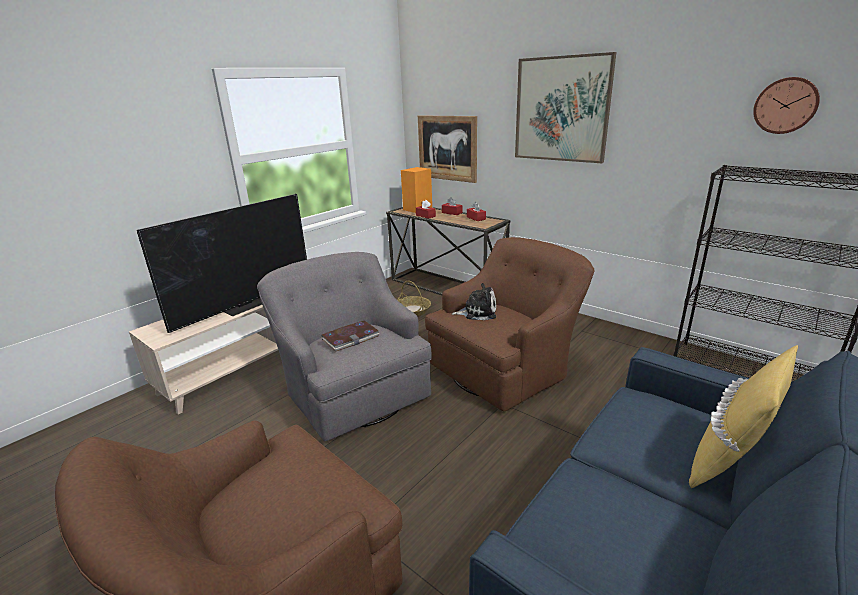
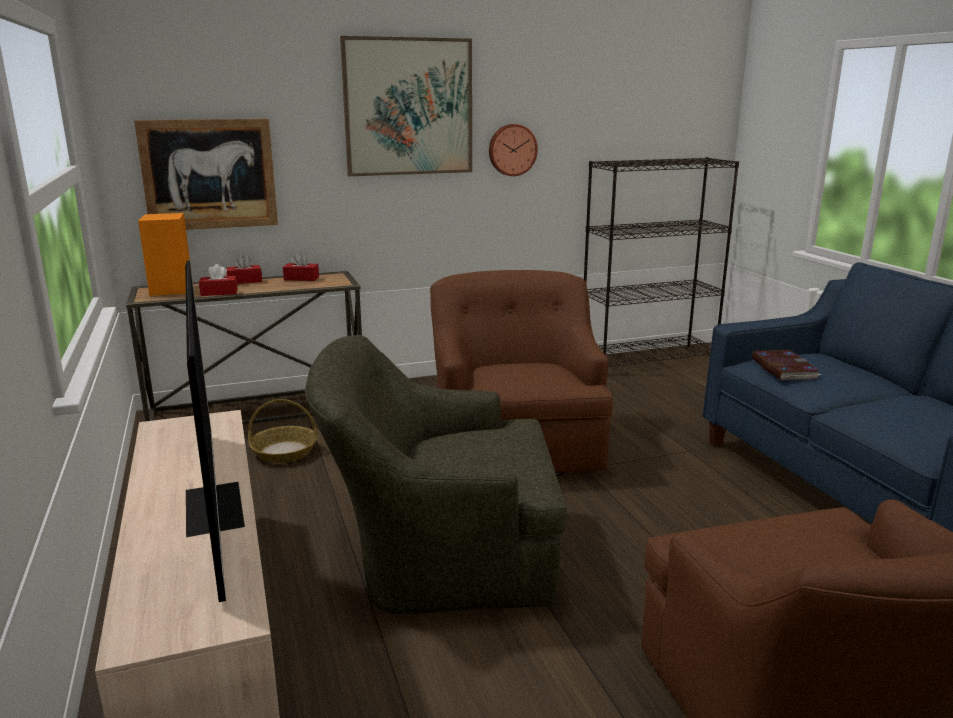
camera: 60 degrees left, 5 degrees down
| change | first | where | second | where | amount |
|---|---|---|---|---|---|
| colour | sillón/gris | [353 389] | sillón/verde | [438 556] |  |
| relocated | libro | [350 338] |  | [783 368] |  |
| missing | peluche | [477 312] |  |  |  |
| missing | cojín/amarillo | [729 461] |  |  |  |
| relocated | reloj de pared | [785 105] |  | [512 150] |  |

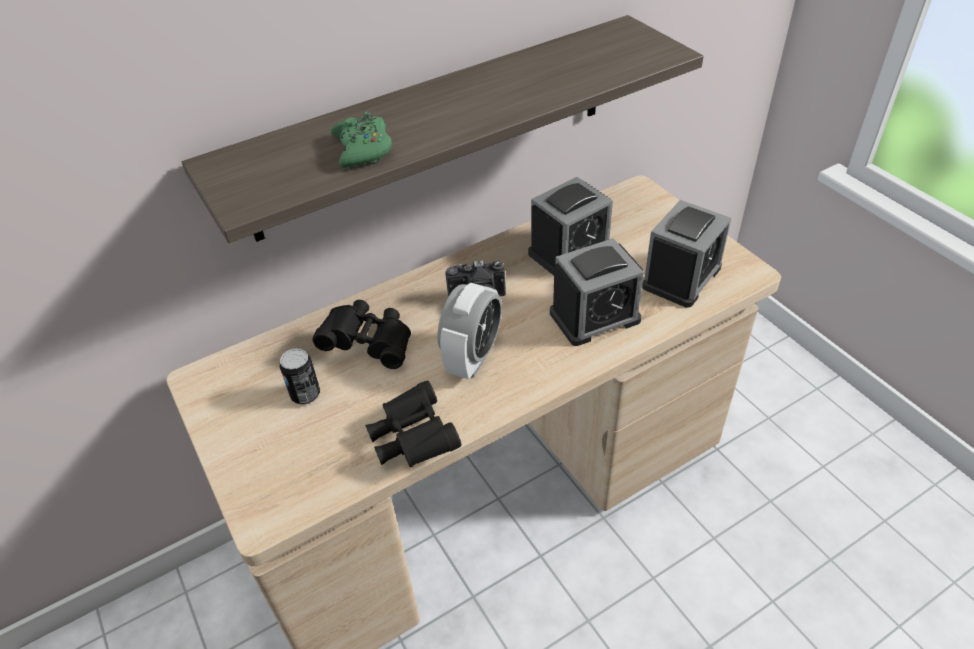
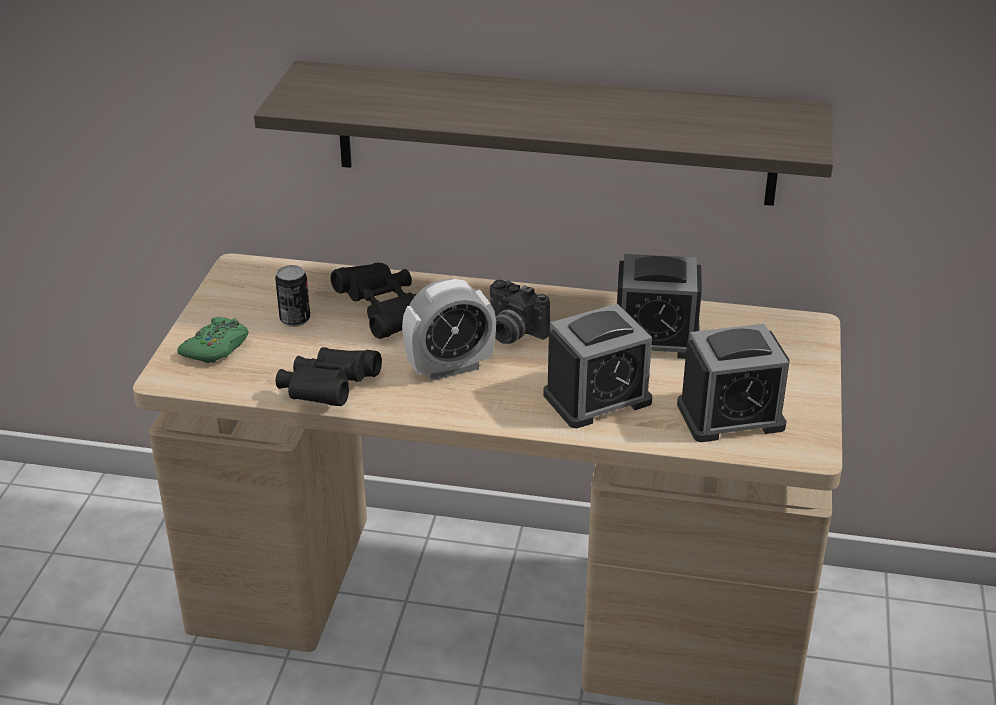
camera: 40 degrees right, 10 degrees down
| change | first | where | second | where | amount |
|---|---|---|---|---|---|
| relocated | mando de consola/verde | [363 149] |  | [216 348] |  |
| spun | despertador | [594 316] |  | [597 398] | 45 degrees counterclockwise |

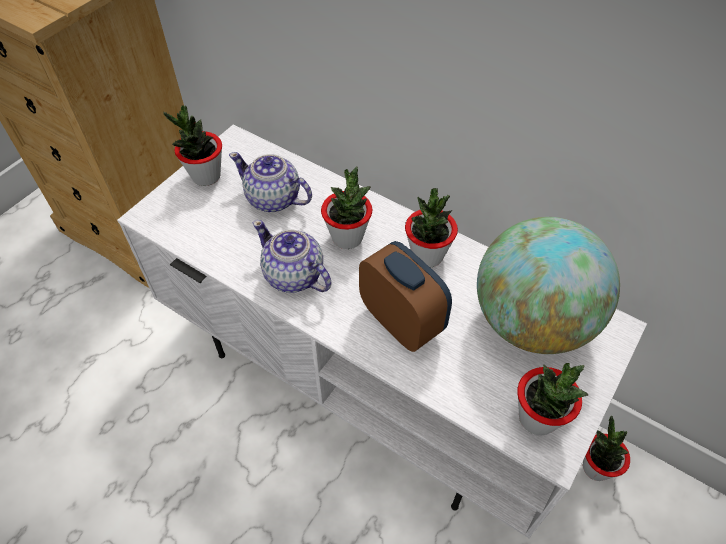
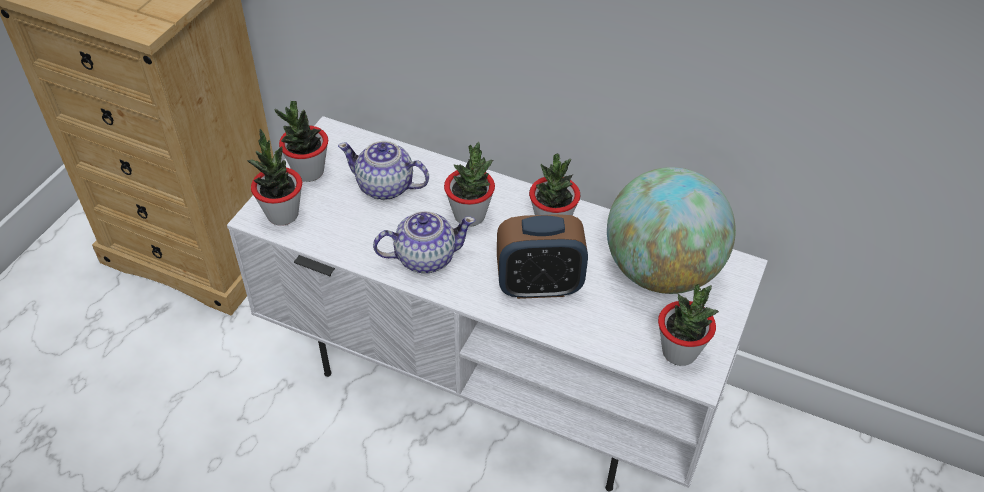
camera: 10 degrees left, 5 degrees down
| change | first | where | second | where | amount |
|---|---|---|---|---|---|
| spun | tetera | [294 276] |  | [424 257] | 135 degrees clockwise |
| spun | despertador | [401 321] |  | [539 285] | 135 degrees clockwise |
| relocated | planta en maceta | [595 467] |  | [282 214] |  |

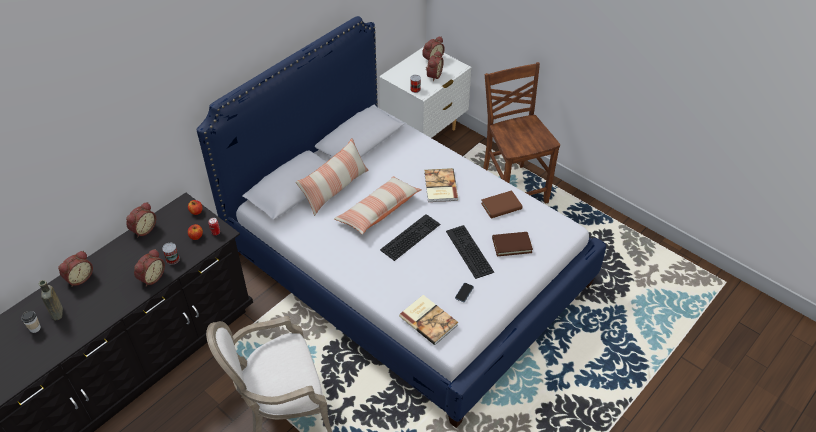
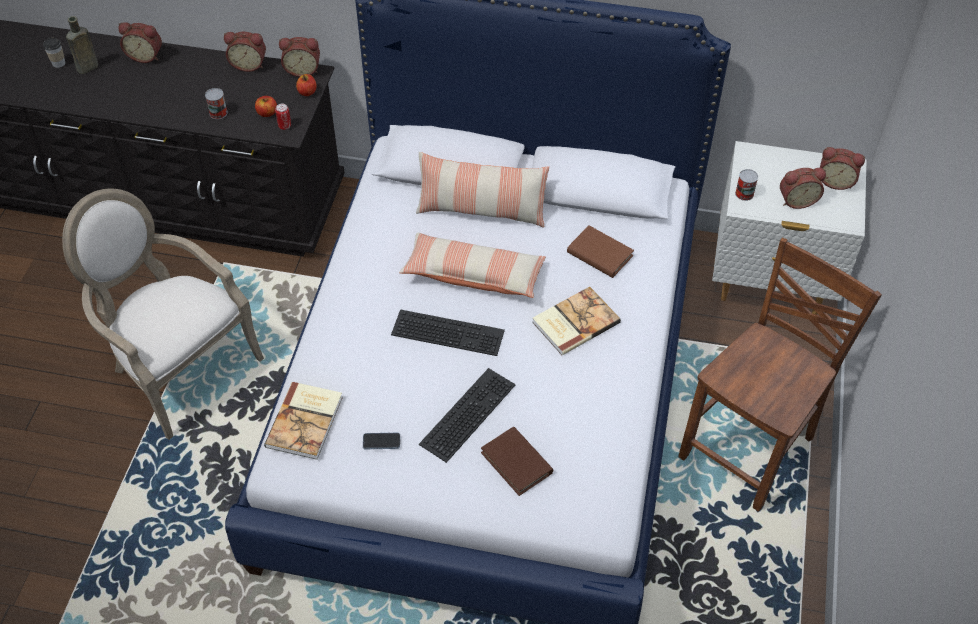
camera: 60 degrees right, 5 degrees up
| change | first | where | second | where | amount |
|---|---|---|---|---|---|
| relocated | despertador | [151 277] |  | [303 69] |  |
| relocated | libro/marrón | [501 206] |  | [599 254] |  |

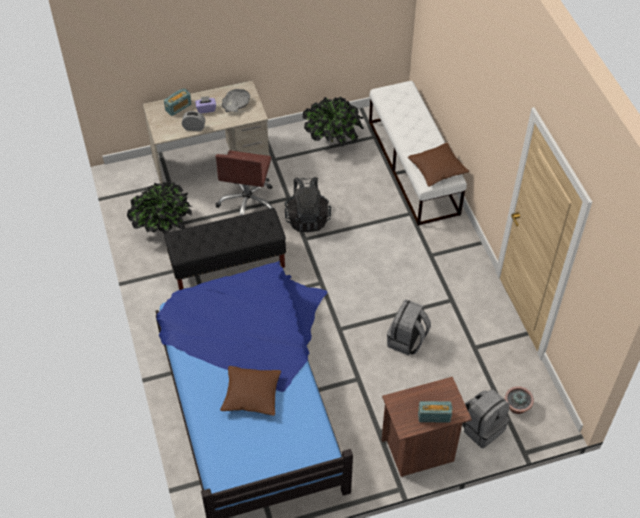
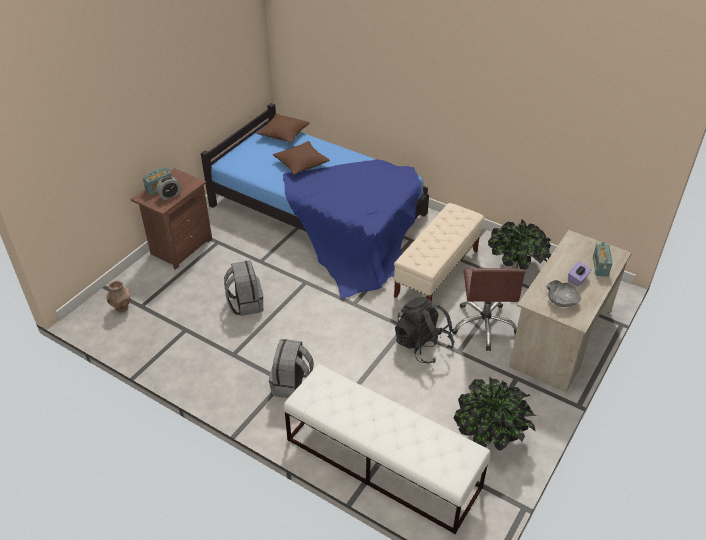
camera: 140 degrees right, 10 degrees down
| change | first | where | second | where | amount |
|---|---|---|---|---|---|
| colour | banco/negro | [227 265] | banco/beis | [437 273] |  |
| relocated | despertador | [194 128] |  | [169 195] |  |
| spun | silla de oficina/marrón | [248 203] |  | [484 325] | 150 degrees counterclockwise |
| relocated | cojín/marrón | [437 170] |  | [283 134] |  |
| relocated | mochila/gris | [482 427] |  | [292 385] |  |
| exchanged | planta en maceta | [516 407] | florero/marrón | [122 308] |  |

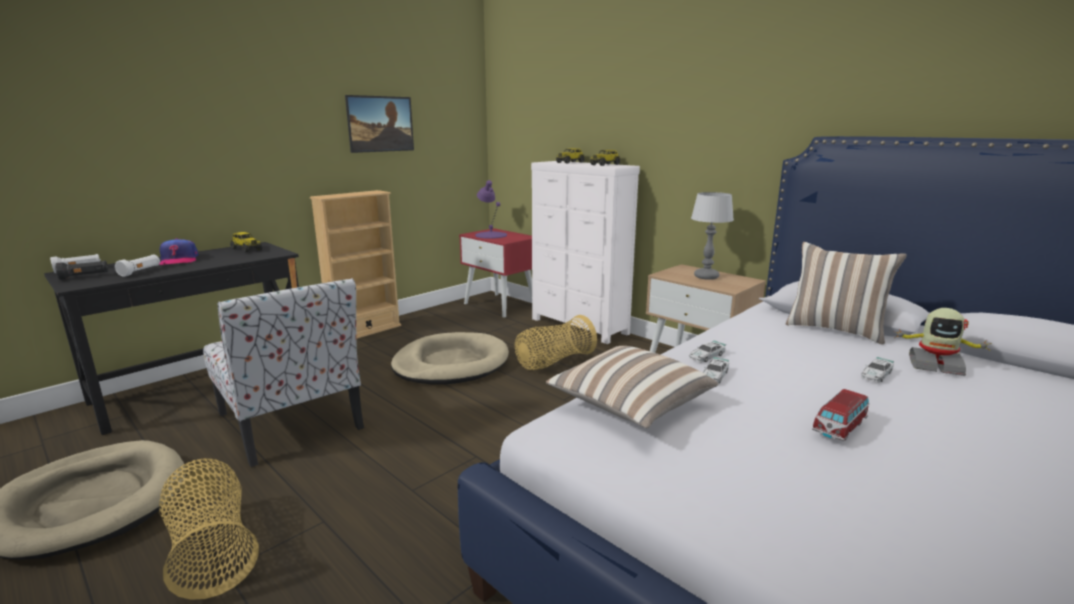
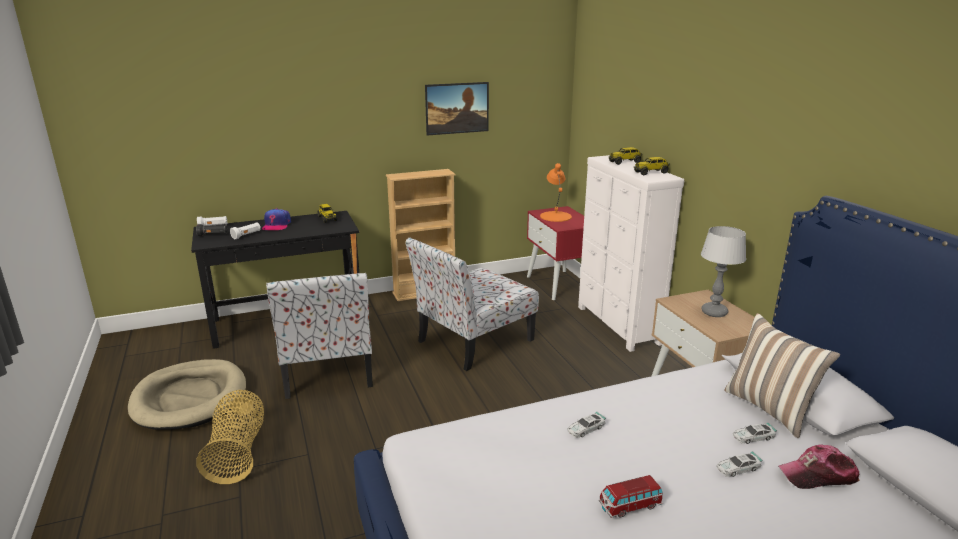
camera: 25 degrees right, 5 degrees up
| change | first | where | second | where | amount |
|---|---|---|---|---|---|
| exchanged | cama para perro/beis | [451 364] | silla | [473 341] |  |
| colour | lámpara de mesa/morado | [491 235] | lámpara de mesa/naranja | [556 216] |  |
| missing | cesta | [554 362] |  |  |  |
| missing | cojín | [629 406] |  |  |  |
| relocated | coche de juguete | [706 356] |  | [753 437] |  |
| exchanged | robot de juguete | [934 365] | gorra | [818 475] |  |

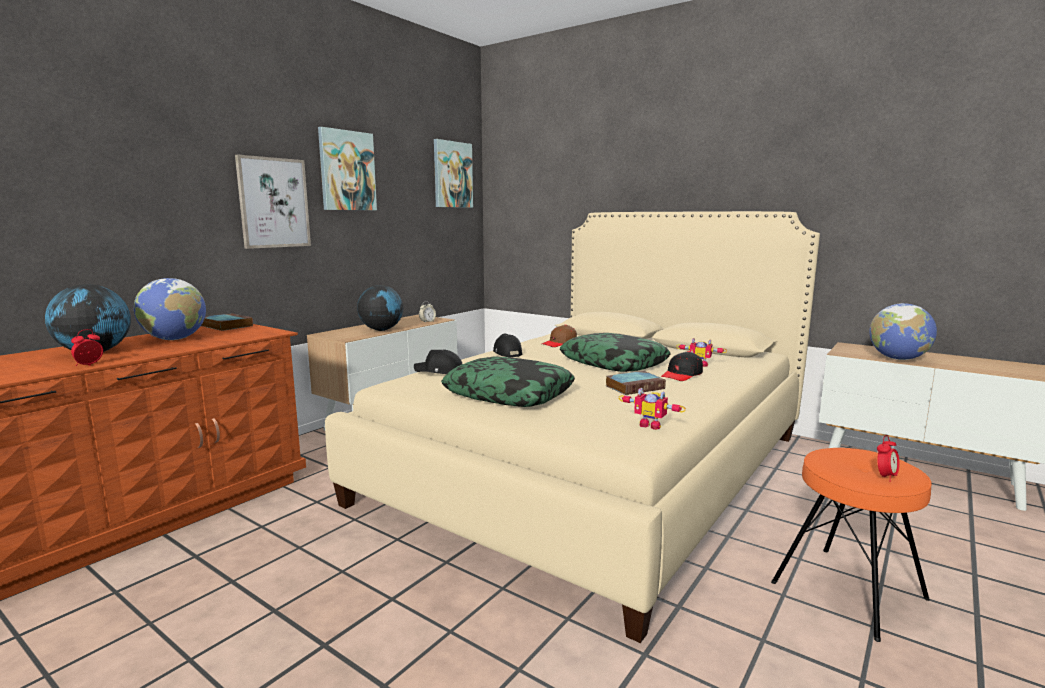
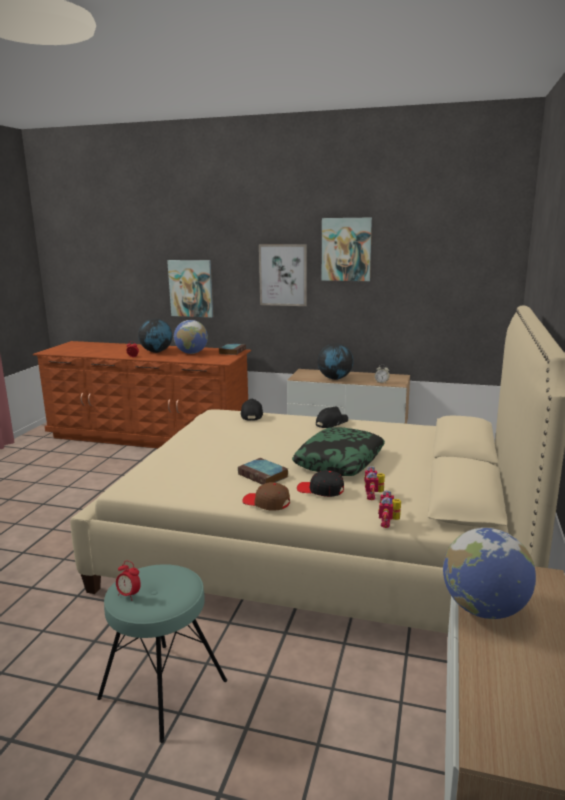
camera: 70 degrees right, 5 degrees up
| change | first | where | second | where | amount |
|---|---|---|---|---|---|
| relocated | cuadro | [452 174] |  | [191 288] |  |
| missing | cojín | [509 394] |  |  |  |
| relocated | gorra/marrón | [559 343] |  | [266 503] |  |
| relocated | robot de juguete | [651 425] |  | [389 523] |  |
| colour | taburete/naranja | [848 591] | taburete/turquesa | [163 689] |  |

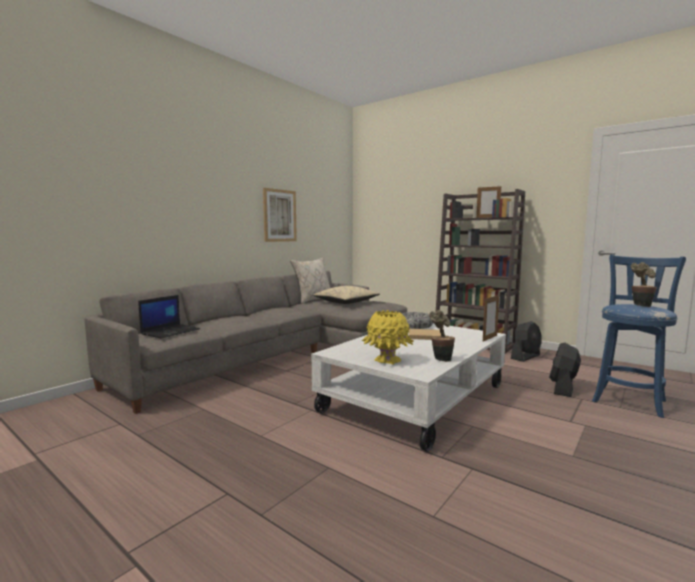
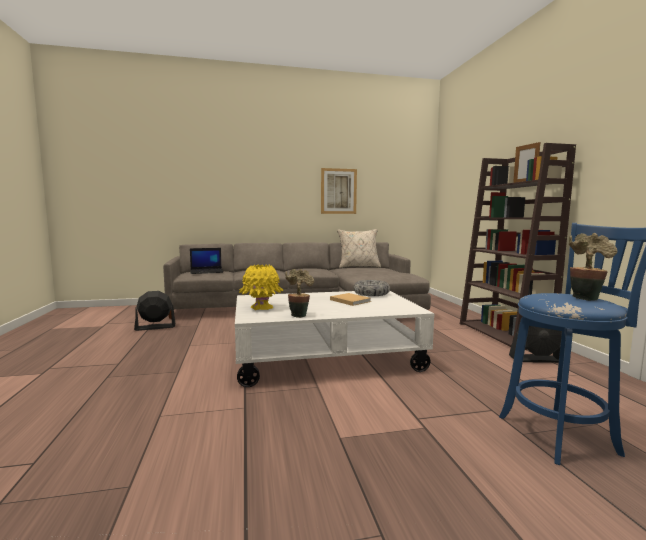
camera: 40 degrees right, 0 degrees up
| change | first | where | second | where | amount |
|---|---|---|---|---|---|
| missing | cojín/beis | [346 302] |  |  |  |
| missing | portarretratos | [489 338] |  |  |  |
| relocated | ventilador/negro | [563 388] |  | [155 327] |  |

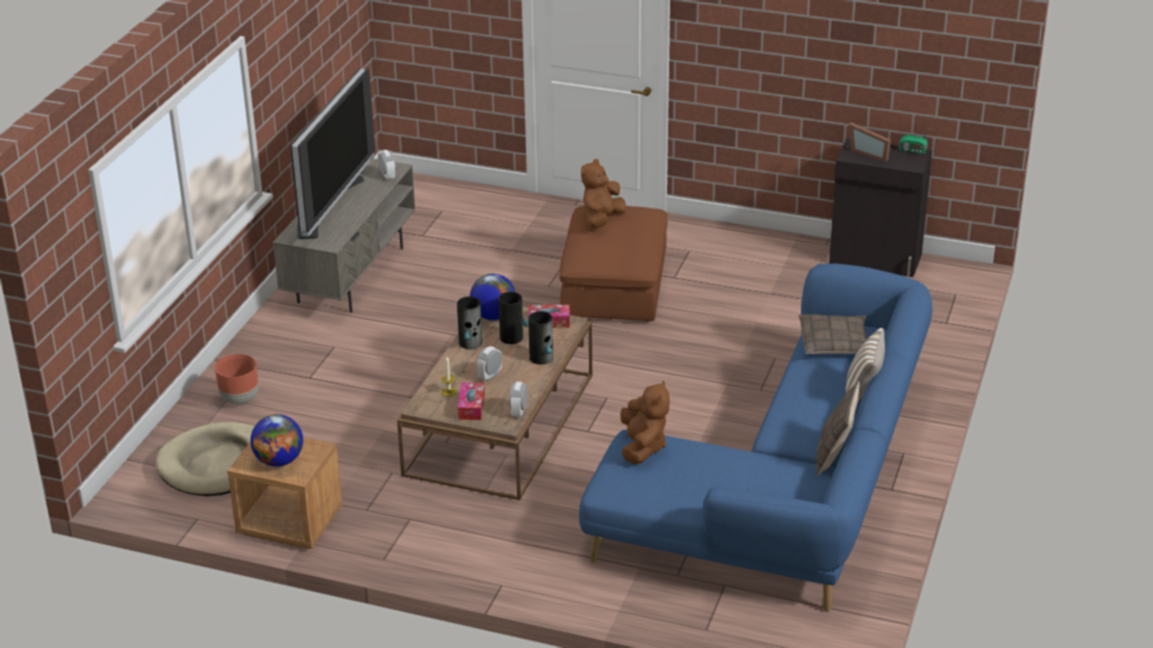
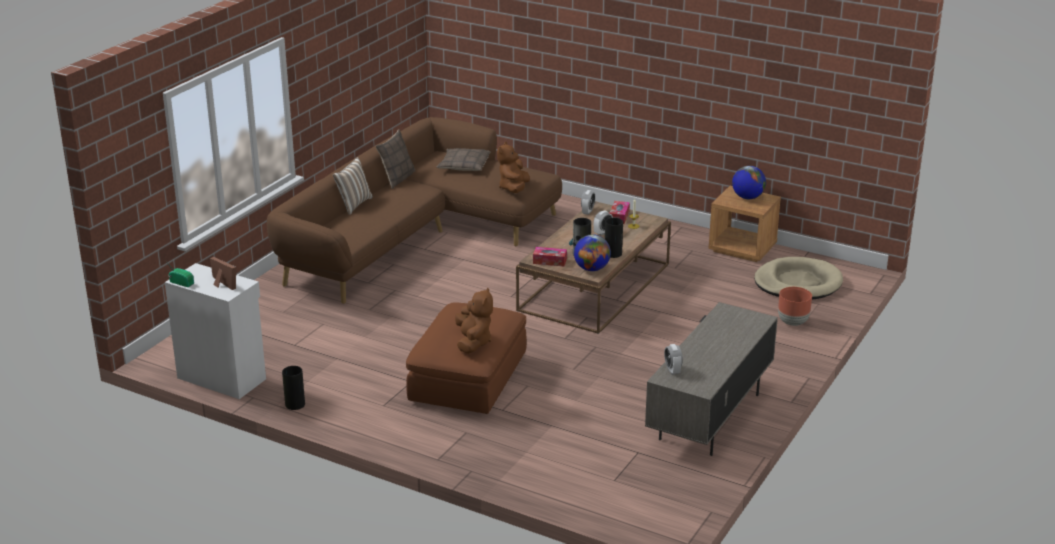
camera: 170 degrees left, 5 degrees down
| change | first | where | second | where | amount |
|---|---|---|---|---|---|
| missing | televisor | [330 206] |  |  |  |
| relocated | florero | [541 358] |  | [294 404] |  |
| colour | sofá/azul | [788 487] | sofá/marrón | [415 236] |  |
| spun | peluche/marrón | [602 220] |  | [473 342] | 45 degrees counterclockwise |
| relocated | cojín | [835 343] |  | [464 166] |  |
| colour | armario/negro | [875 260] | armario/blanco | [222 377] |  |

